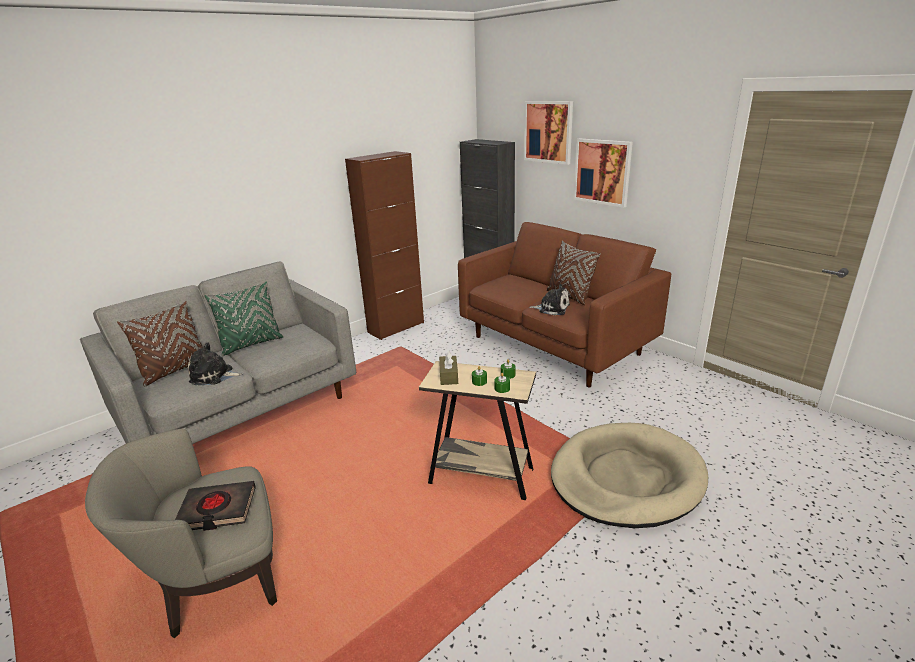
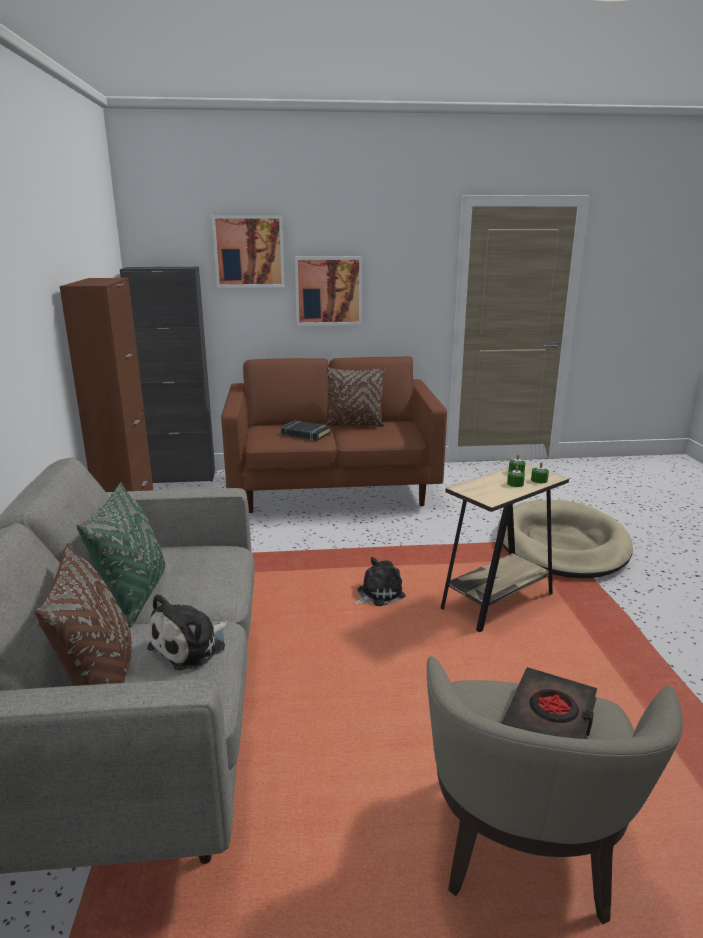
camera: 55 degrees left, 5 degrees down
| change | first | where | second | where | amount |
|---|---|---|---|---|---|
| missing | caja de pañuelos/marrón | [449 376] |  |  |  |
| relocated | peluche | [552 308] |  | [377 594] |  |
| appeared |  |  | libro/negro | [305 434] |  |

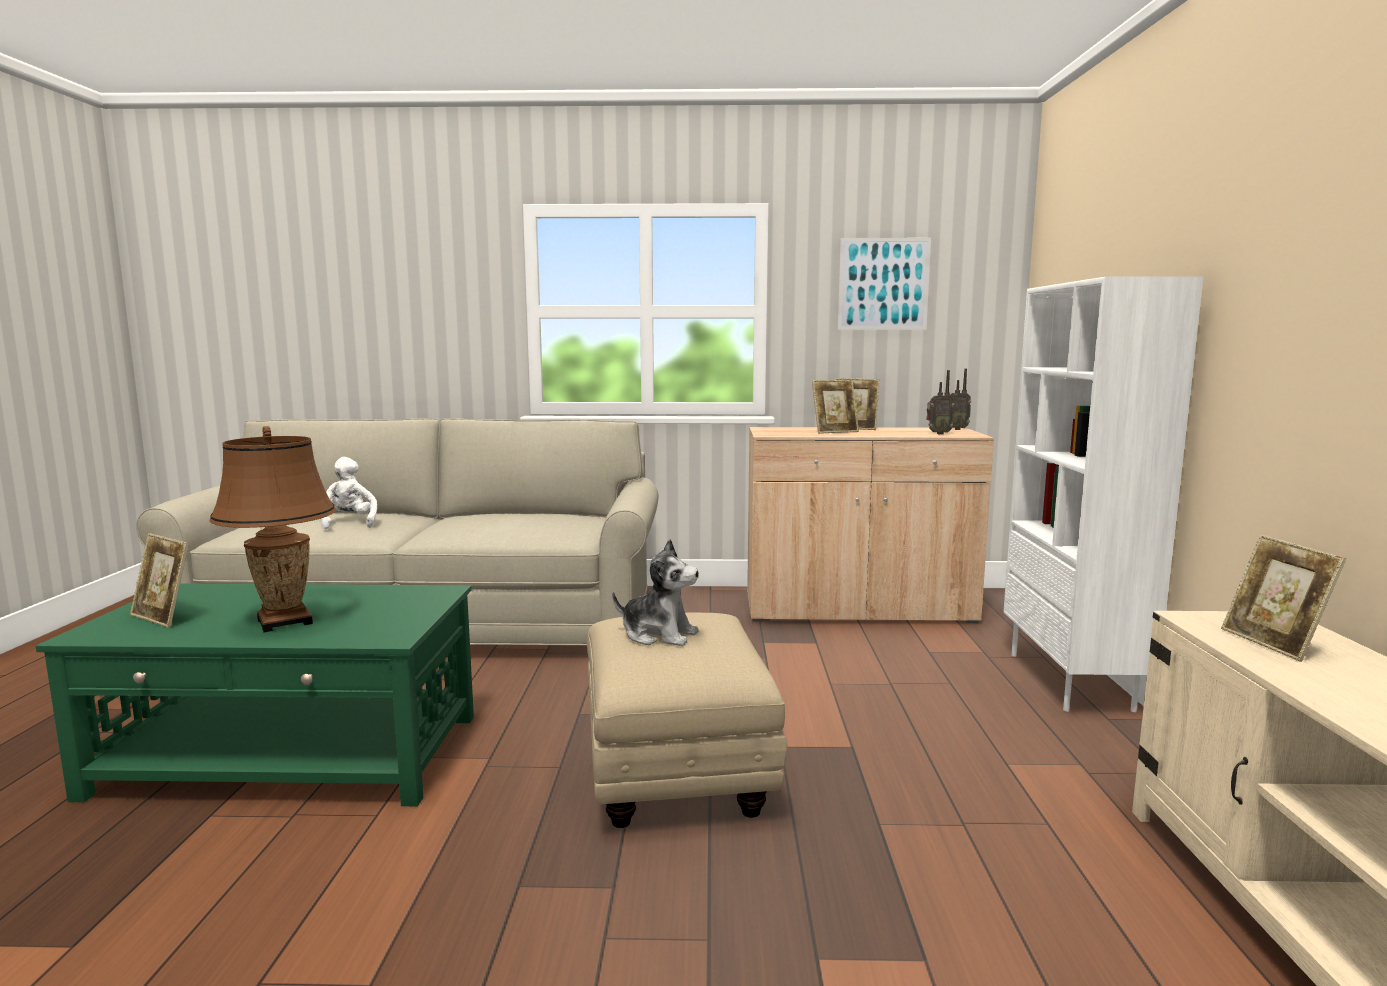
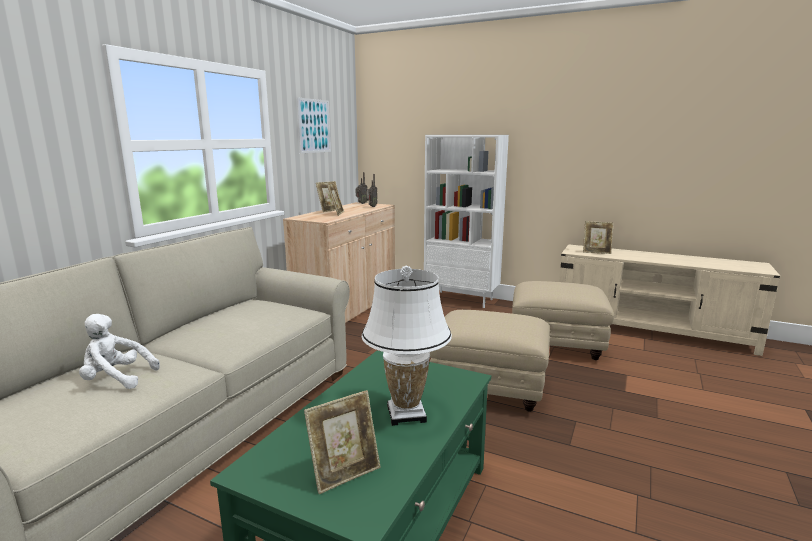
camera: 65 degrees left, 5 degrees up
| change | first | where | second | where | amount |
|---|---|---|---|---|---|
| colour | lámpara de mesa/marrón | [284 621] | lámpara de mesa/blanco | [406 414] |  |
| missing | peluche | [659 635] |  |  |  |
| appeared |  |  | puf/beis | [557 345] |  |

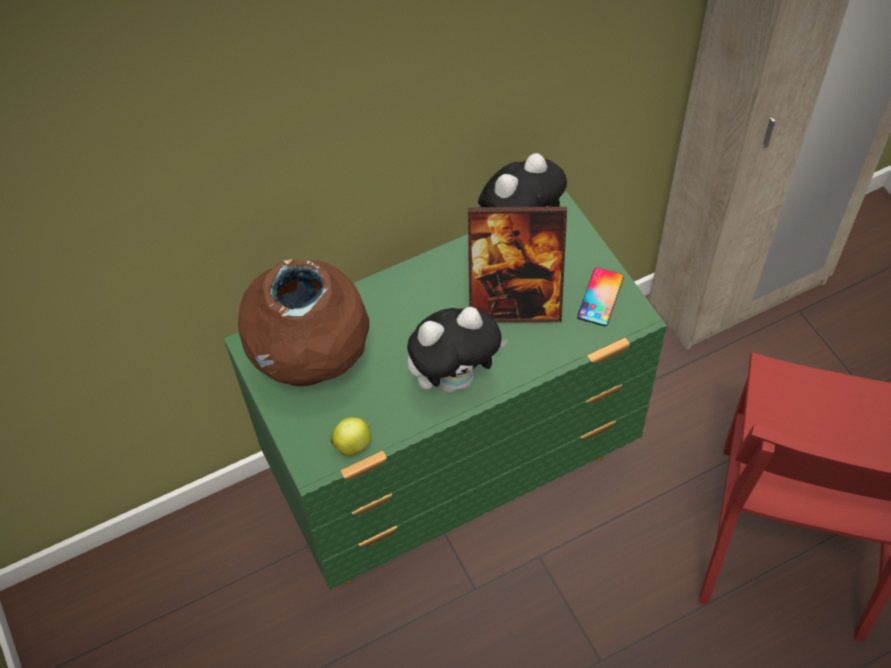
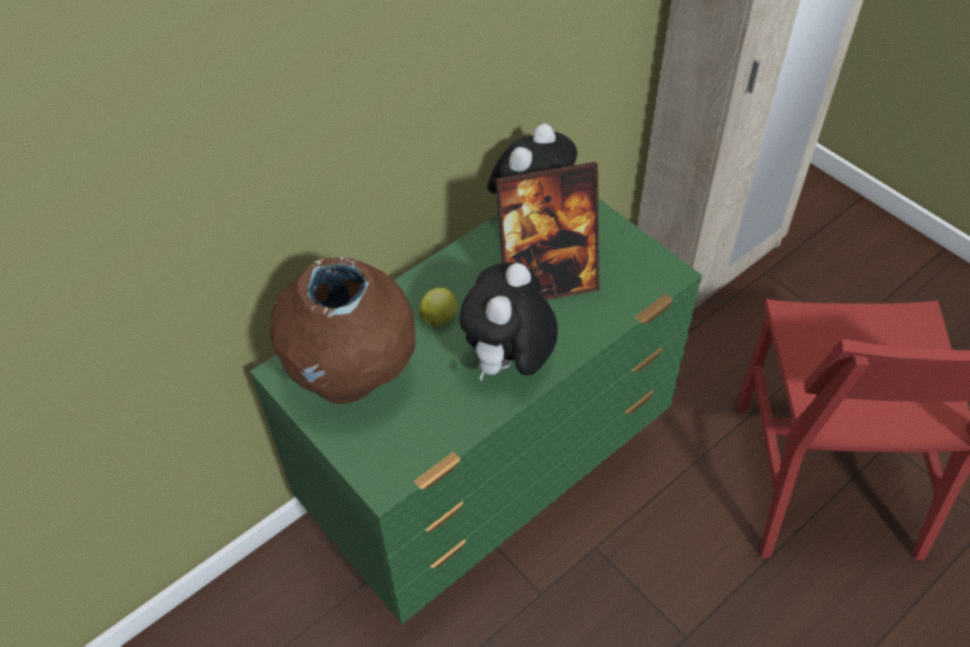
camera: 15 degrees left, 5 degrees down
| change | first | where | second | where | amount |
|---|---|---|---|---|---|
| relocated | manzana | [353 444] |  | [439 318] |  |
| spun | peluche | [455 378] |  | [508 364] | 150 degrees clockwise |
| missing | móvil | [600 297] |  |  |  |

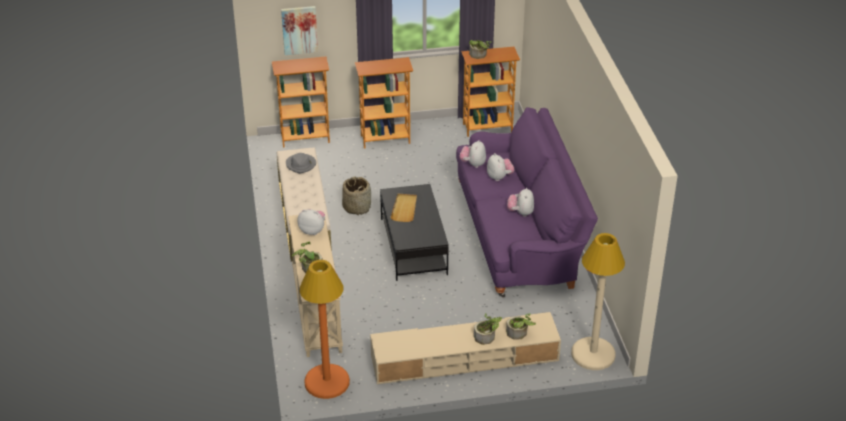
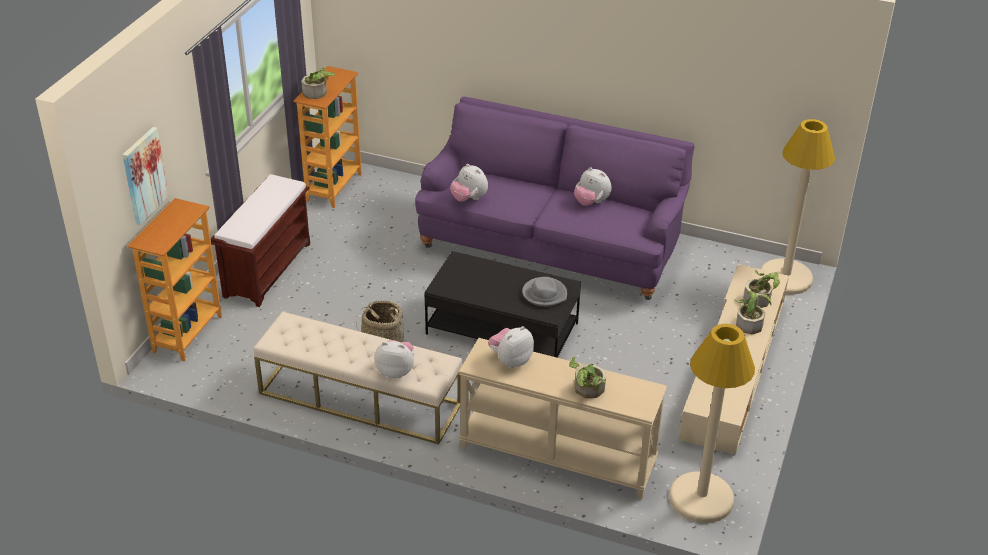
camera: 60 degrees left, 0 degrees up
| change | first | where | second | where | amount |
|---|---|---|---|---|---|
| relocated | sombrero/gris | [301 164] |  | [544 294] |  |
| colour | lámpara de pie/naranja | [326 382] | lámpara de pie/beis | [701 498] |  |
| exchanged | estantería | [385 139] | banco/marrón | [267 269] |  |
| missing | bandeja/beis | [404 209] |  |  |  |
| relocated | peluche | [499 177] |  | [396 371] |  |

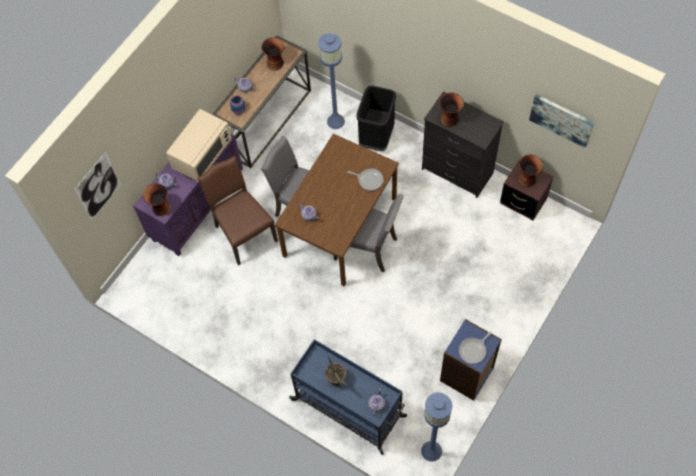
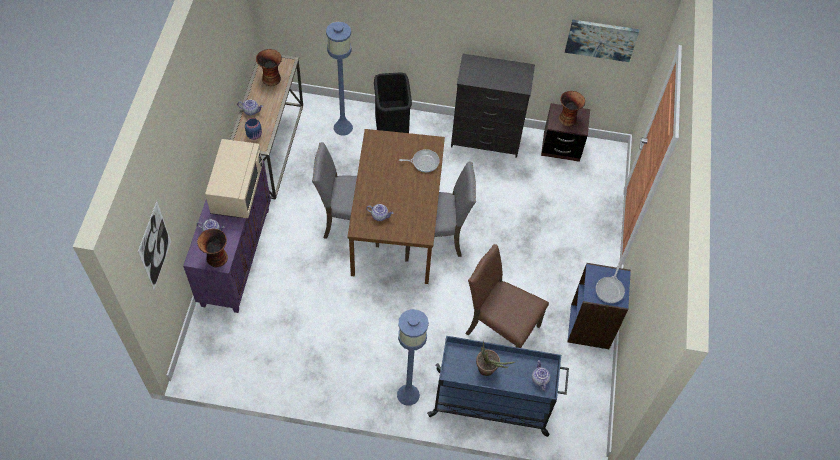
camera: 30 degrees left, 5 degrees down
| change | first | where | second | where | amount |
|---|---|---|---|---|---|
| relocated | silla/marrón | [243 233] |  | [500 330] |  |
| relocated | lámpara de pie/azul | [431 451] |  | [408 395] |  |
| missing | florero | [450 119] |  |  |  |

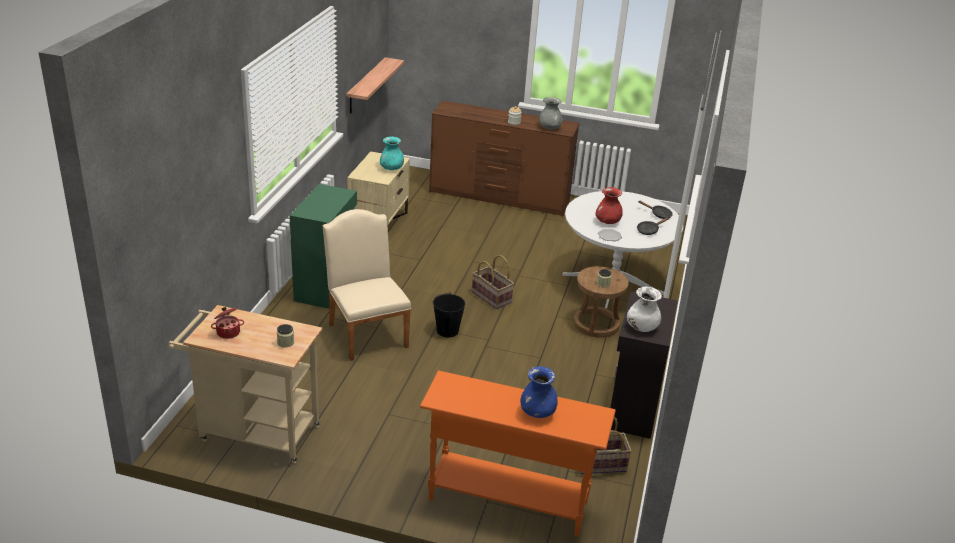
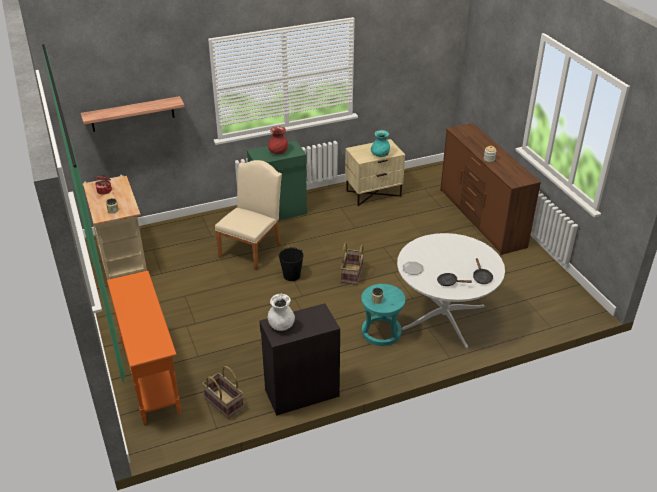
camera: 55 degrees right, 5 degrees up
| change | first | where | second | where | amount |
|---|---|---|---|---|---|
| relocated | estante | [366 85] |  | [132 114] |  |
| missing | florero/azul | [537 412] |  |  |  |
| missing | florero/gris | [550 128] |  |  |  |
| colour | taburete/marrón | [596 324] | taburete/turquesa | [381 332] |  |
| relocated | florero/rojo | [607 222] |  | [278 152] |  |

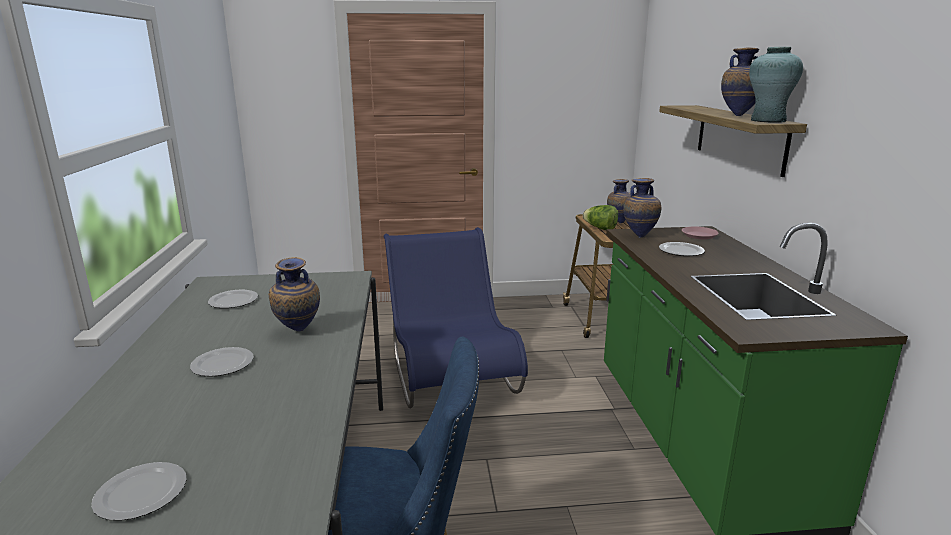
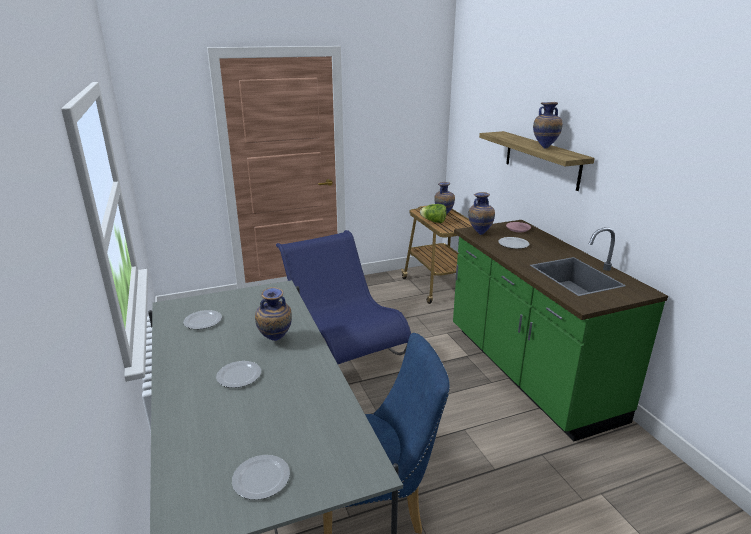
camera: 15 degrees left, 5 degrees up
| change | first | where | second | where | amount |
|---|---|---|---|---|---|
| missing | florero/turquesa | [768 120] |  |  |  |

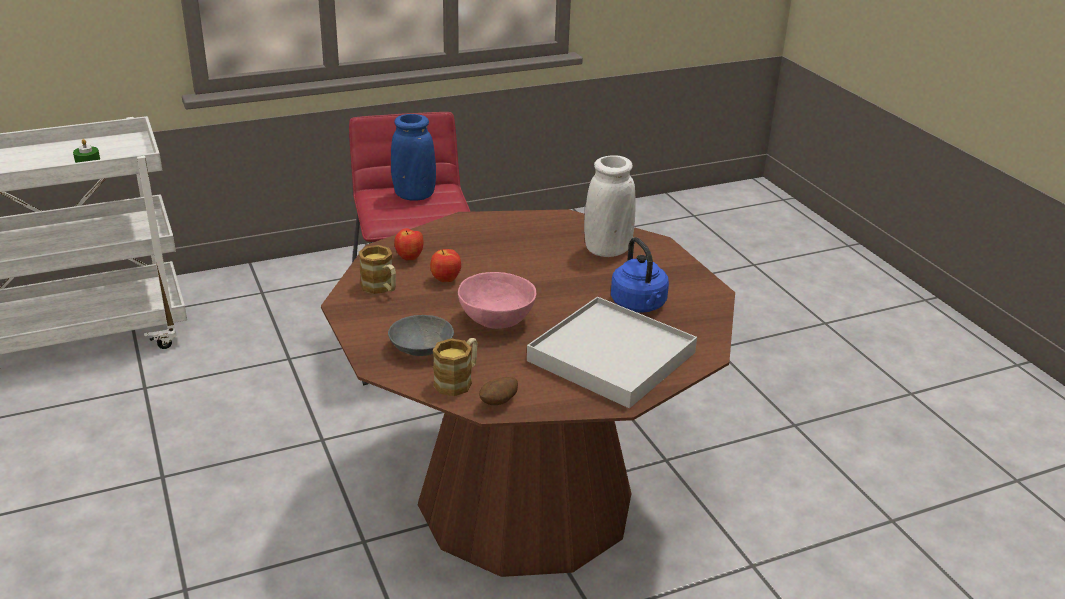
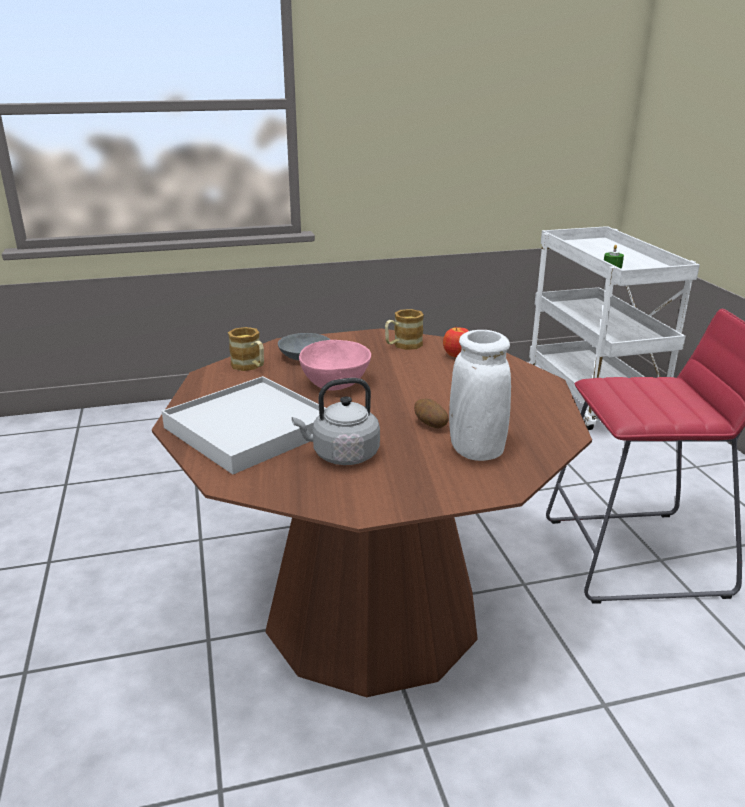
camera: 100 degrees right, 5 degrees down
| change | first | where | second | where | amount |
|---|---|---|---|---|---|
| missing | florero/azul | [414 196] |  |  |  |
| missing | manzana | [445 280] |  |  |  |
| relocated | patata | [499 403] |  | [430 425] |  |
| colour | hervidor/azul | [639 305] | hervidor/gris | [342 455] |  |

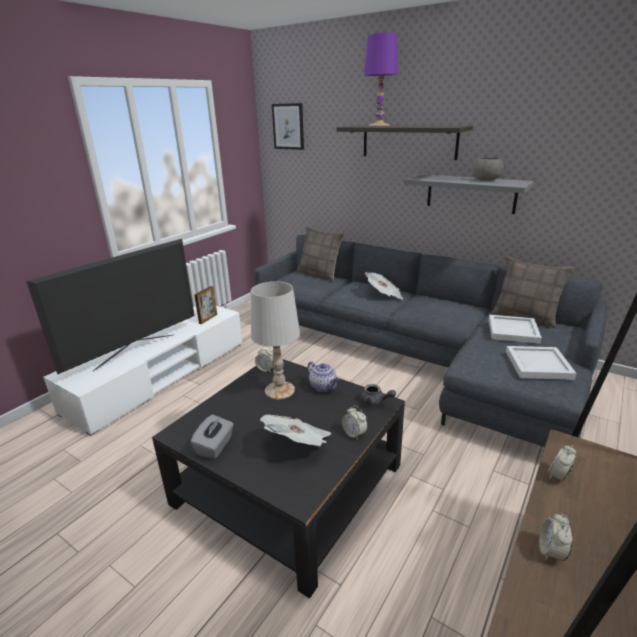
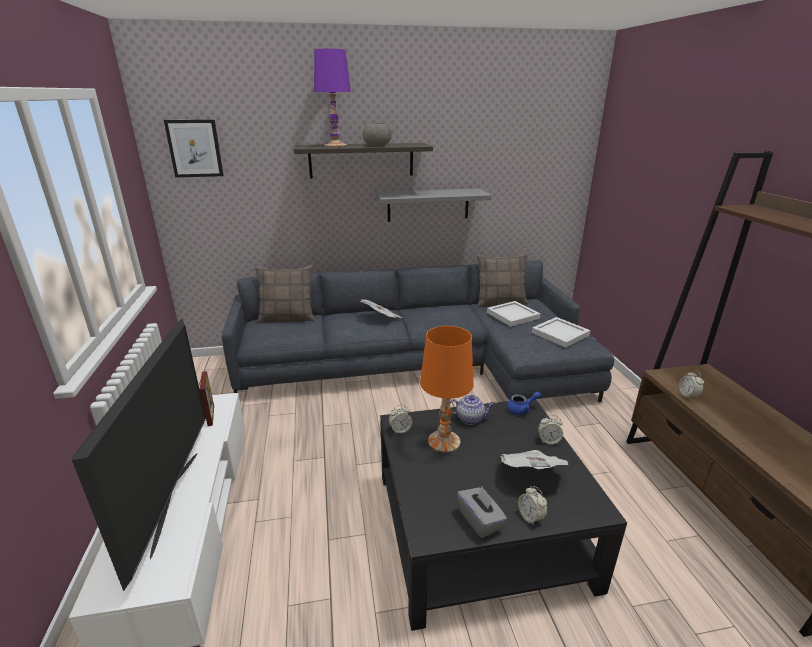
camera: 45 degrees left, 0 degrees up
| change | first | where | second | where | amount |
|---|---|---|---|---|---|
| colour | lámpara de mesa/blanco | [279 390] | lámpara de mesa/naranja | [443 441] |  |
| colour | tetera/gris | [375 402] | tetera/azul | [521 409] |  |
| relocated | cuenco/gris | [486 179] |  | [376 145] |  |
| relocated | despertador | [551 551] |  | [531 517] |  |

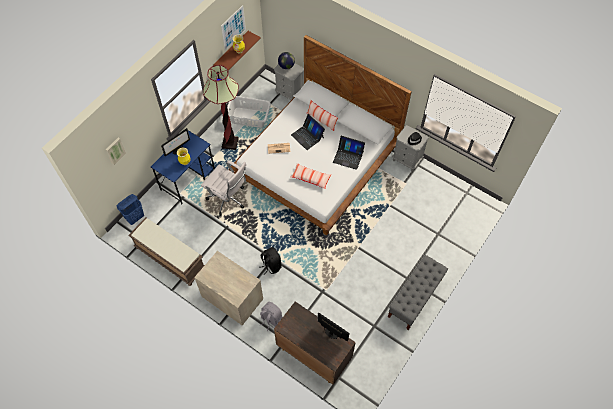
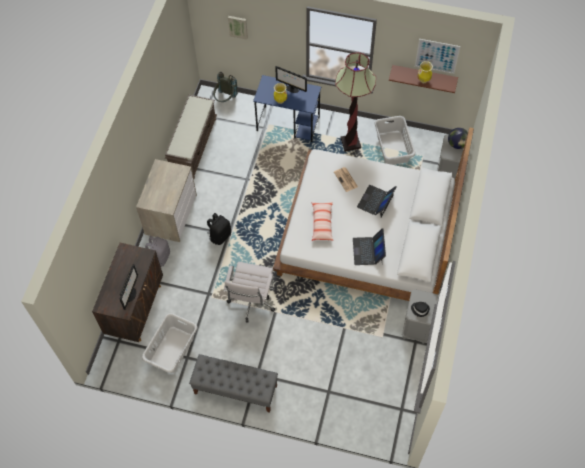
camera: 70 degrees right, 0 degrees up
| change | first | where | second | where | amount |
|---|---|---|---|---|---|
| exchanged | cesto de la ropa/azul | [135 217] | mochila/gris | [225 99] |  |
| relocated | silla de oficina/blanco | [228 199] |  | [251 302] |  |
| missing | cojín | [321 120] |  |  |  |
| appeared |  |  | cesto de la ropa/gris | [171 349] |  |

